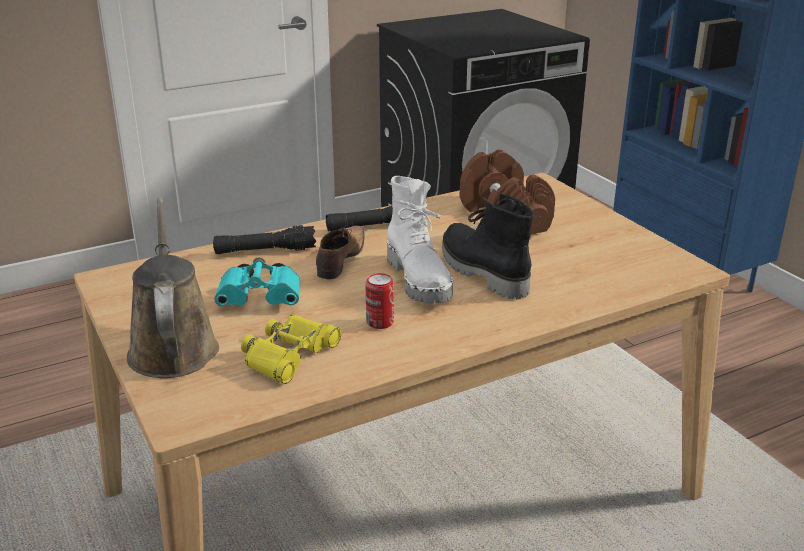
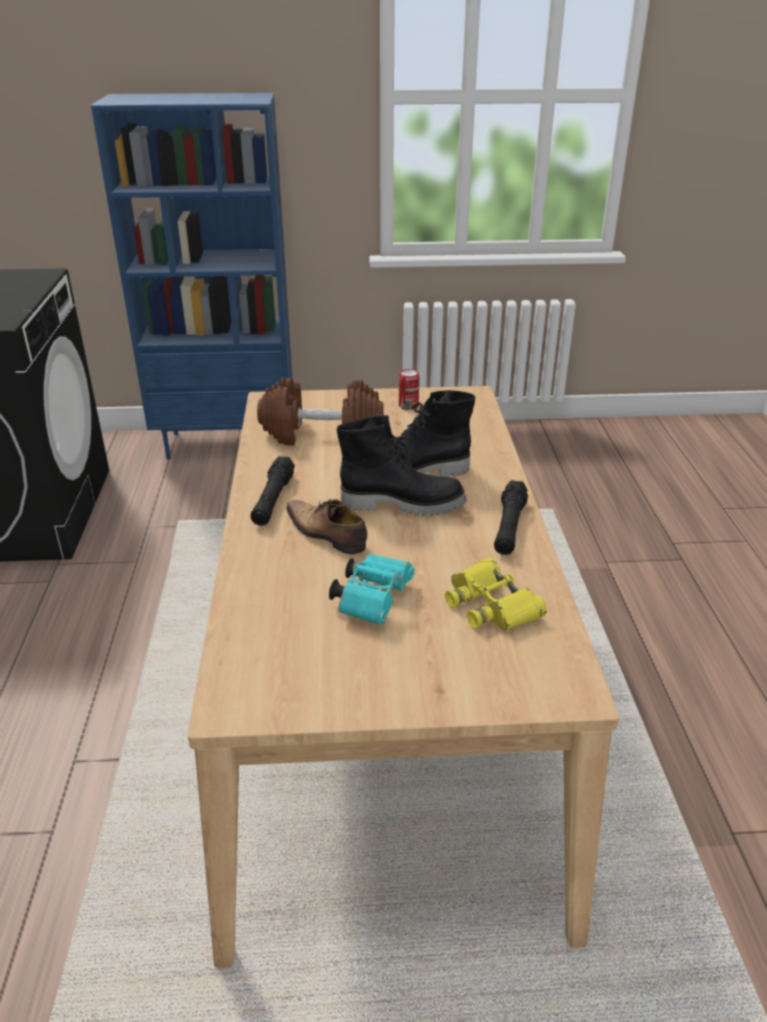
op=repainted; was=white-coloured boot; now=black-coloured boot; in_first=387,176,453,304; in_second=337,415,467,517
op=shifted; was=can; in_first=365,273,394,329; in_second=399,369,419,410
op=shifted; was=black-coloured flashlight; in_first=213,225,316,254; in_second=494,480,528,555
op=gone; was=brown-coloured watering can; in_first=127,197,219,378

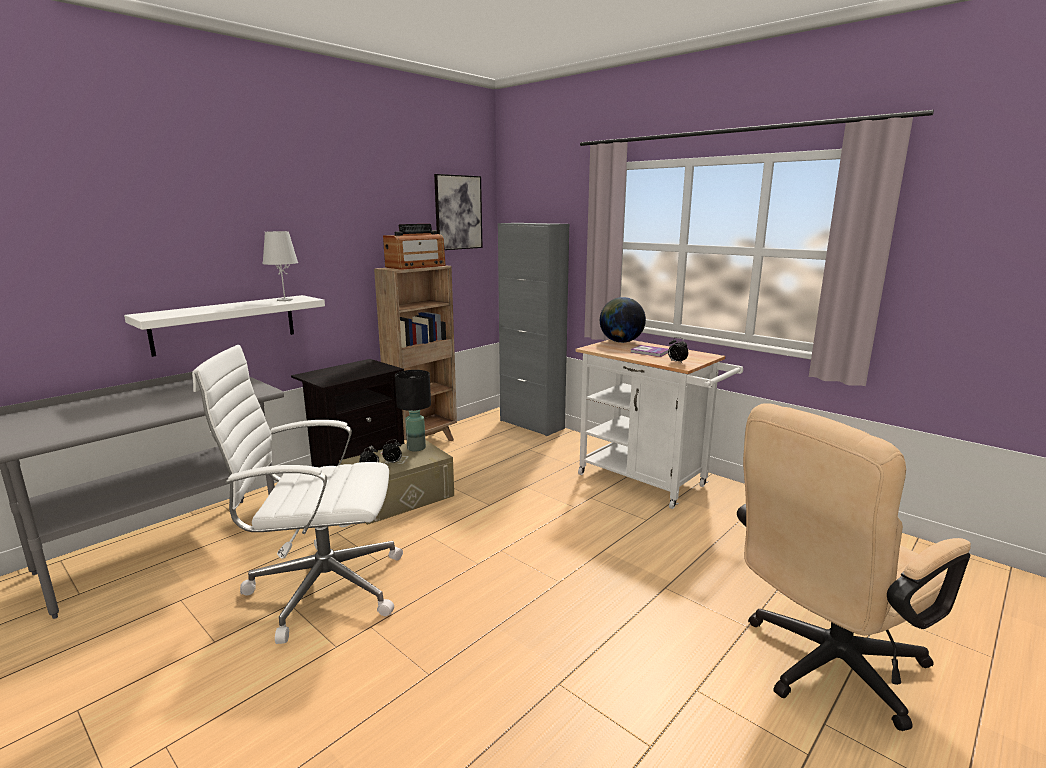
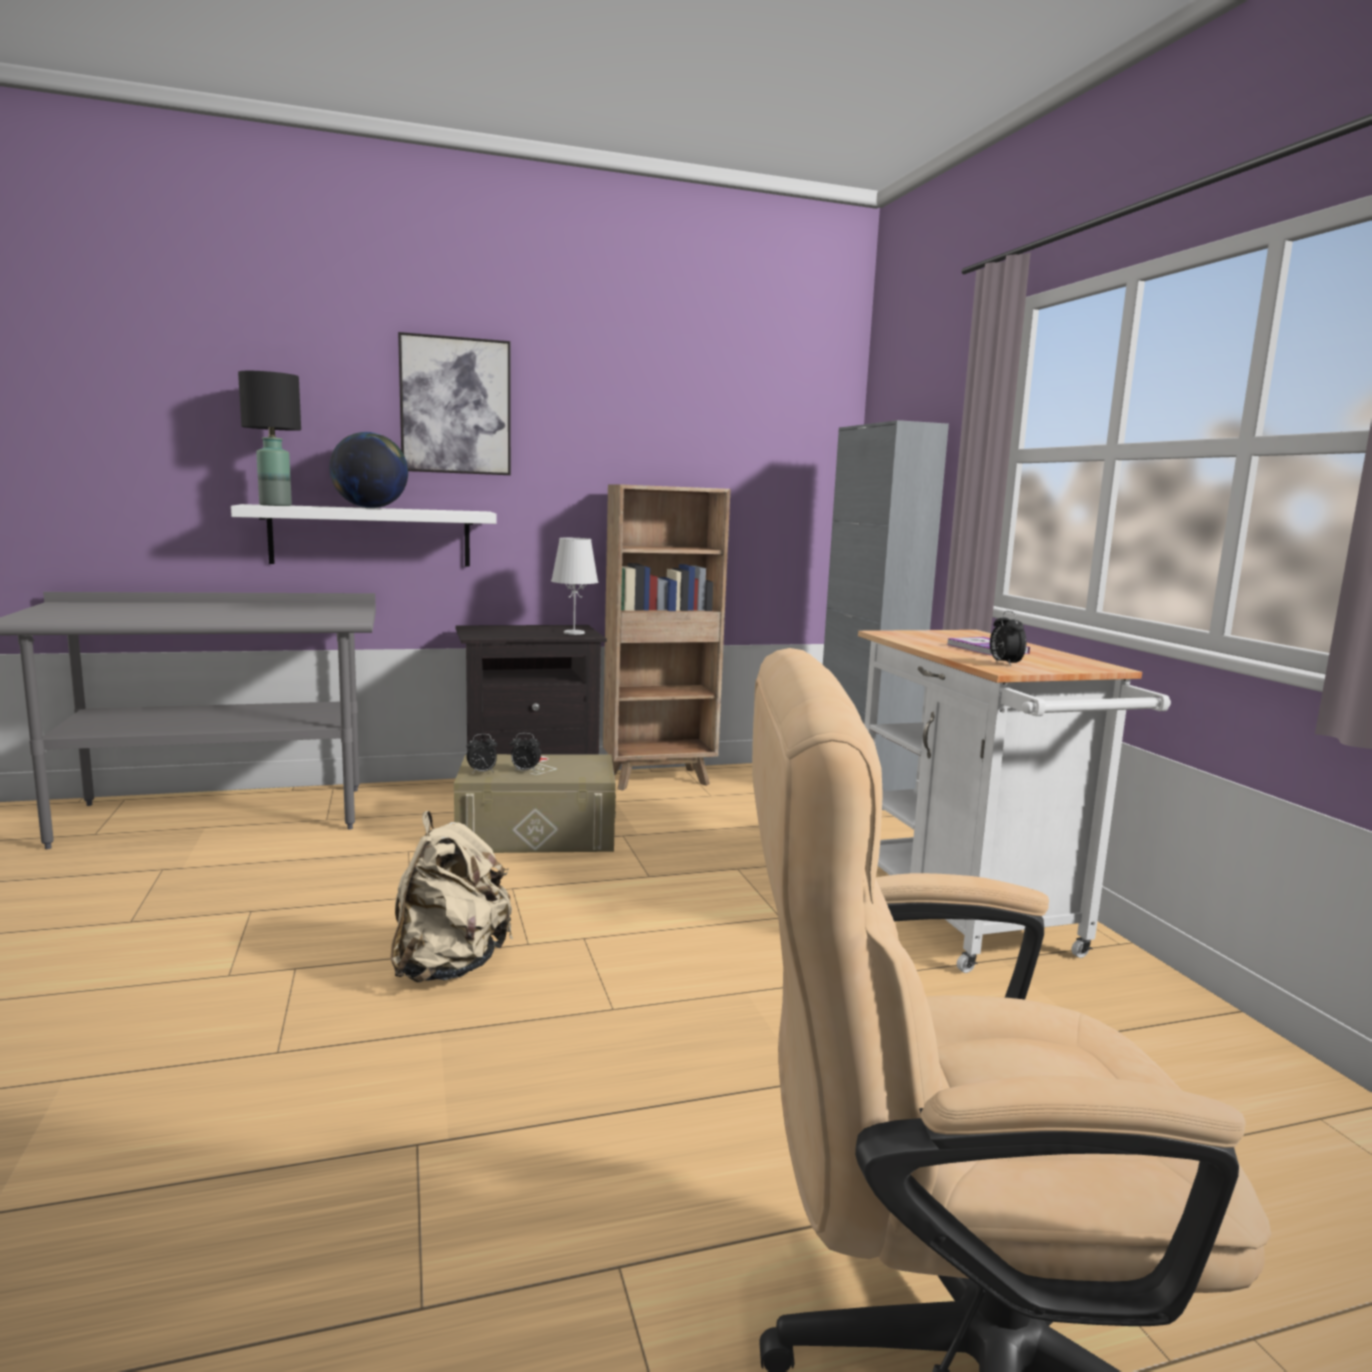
op=shifted; was=black-coloured lamp for a table; in_first=395,370,431,451; in_second=238,371,301,506
op=shifted; was=desk globe; in_first=600,297,646,343; in_second=329,432,408,508
op=new; now=beige rucksack; in_second=390,811,513,982
op=shifted; was=wall art; in_first=434,174,483,250; in_second=398,332,511,475
op=shifted; was=white-coloured lamp for a table; in_first=262,231,298,301; in_second=551,538,598,635
op=gone; was=white-coloured computer chair; in_first=192,345,403,644
op=gone; was=radio receiver; in_first=383,224,446,270

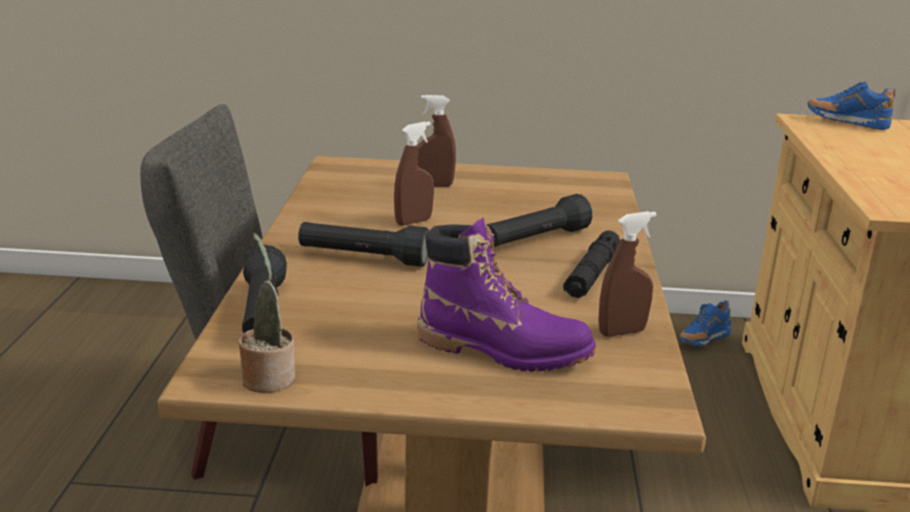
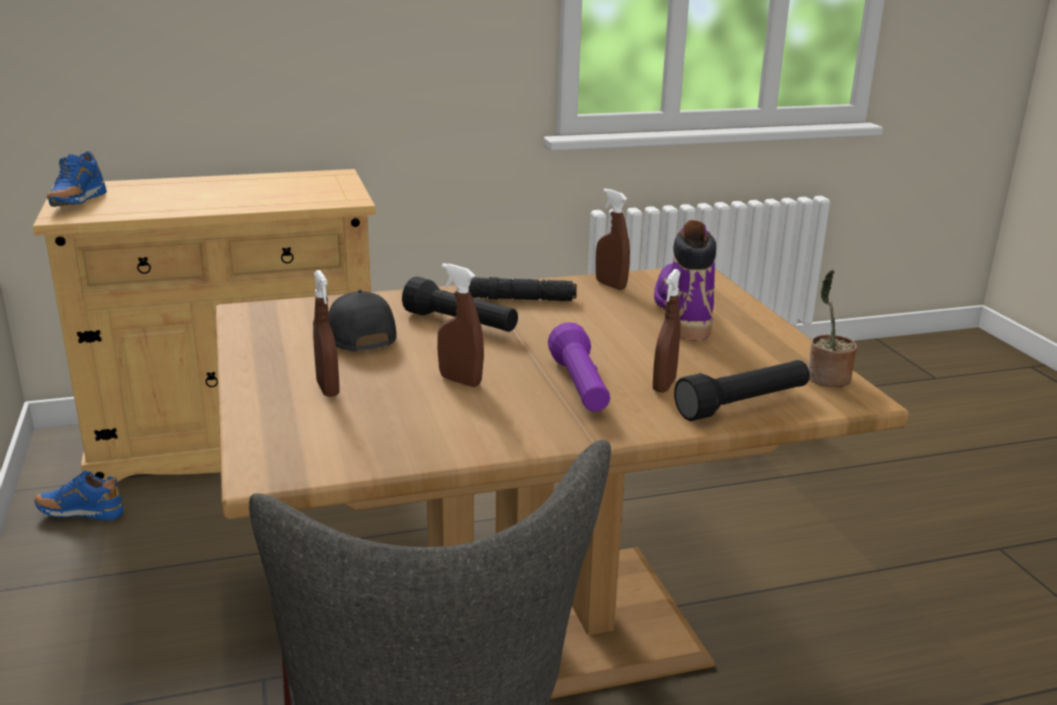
op=rotated; was=blue low shoe; in_first=680,300,731,346; in_second=34,471,123,521; clockwise=150
op=new; now=black-coloured cap; in_second=328,290,396,351
op=repainted; was=black-coloured flashlight; now=purple flashlight; in_first=298,222,429,267; in_second=548,322,610,412
op=new; now=brown-coloured hand sprayer; in_second=653,269,681,393

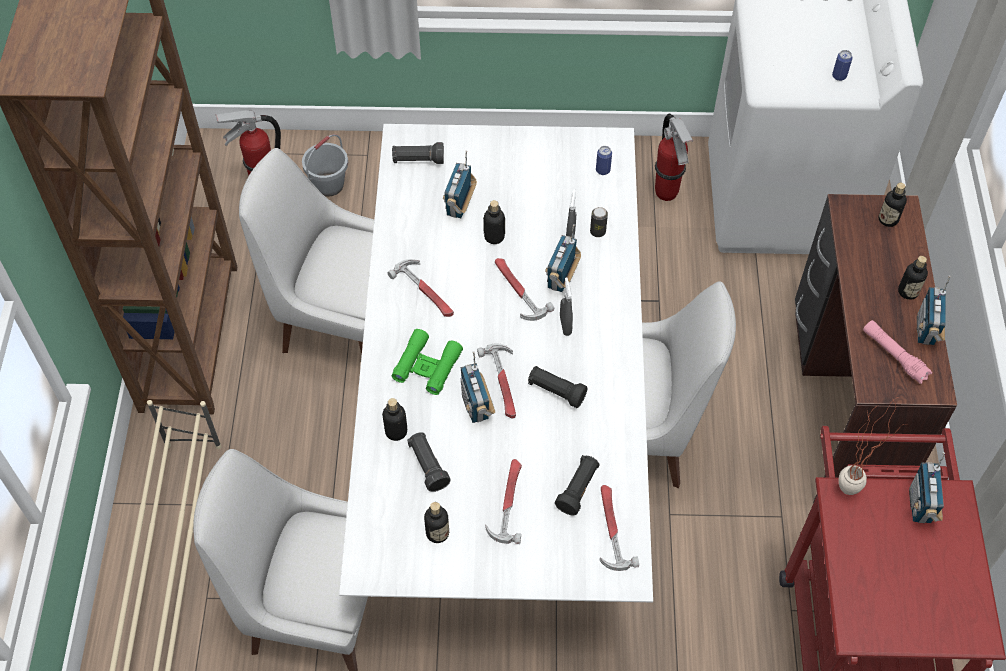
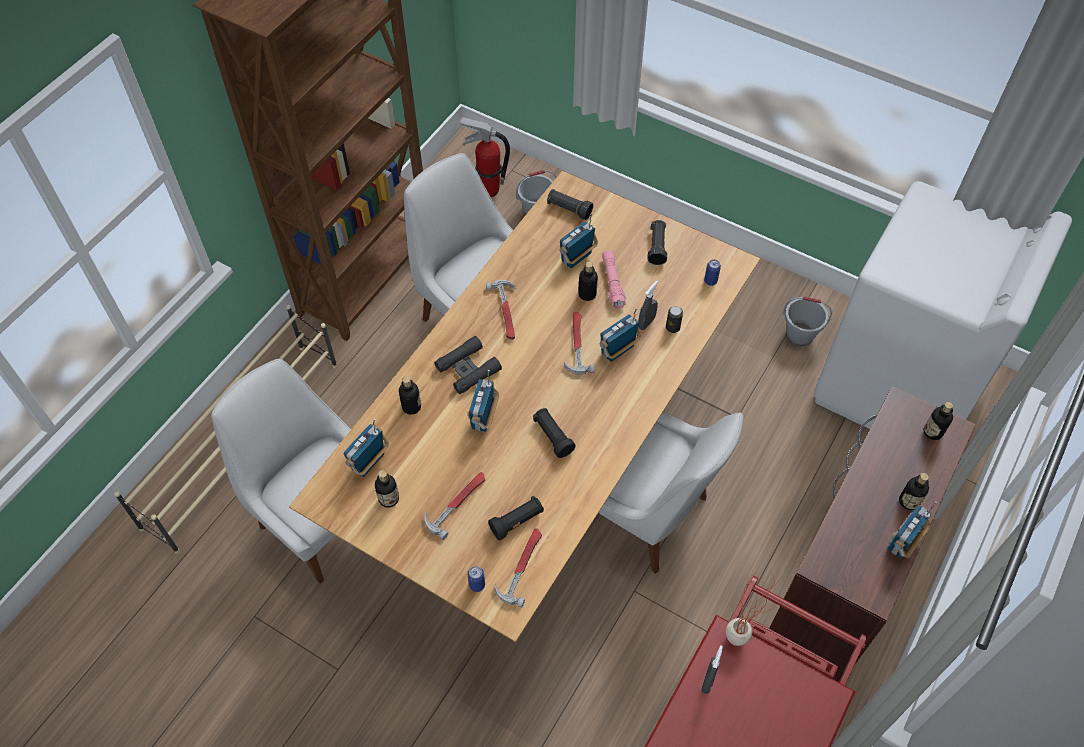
op=repainted; was=white-coloured kitchen table; now=brown-coloured kitchen table; in_first=339,124,653,602; in_second=289,171,760,642
op=shifted; was=radio receiver; in_first=909,452,945,523; in_second=344,419,389,477
op=repainted; was=green-coloured binoculars; now=black-coloured binoculars; in_first=392,329,463,395; in_second=434,336,502,394
op=shifted; was=can; in_first=832,50,852,81; in_second=468,566,485,592
op=shifted; was=pink-coloured flashlight; in_first=863,320,932,384; in_second=602,250,626,309
op=shifted; was=black-coloured flashlight; in_first=407,432,451,492; in_second=648,220,667,265
op=shifted; was=grey hand sprayer; in_first=560,278,573,336; in_second=701,645,723,694
op=swapped; was=fire extinguisher; now=grey bucket; in_first=655,113,693,201; in_second=783,296,832,346
op=gone; was=hammer; in_first=477,344,516,418

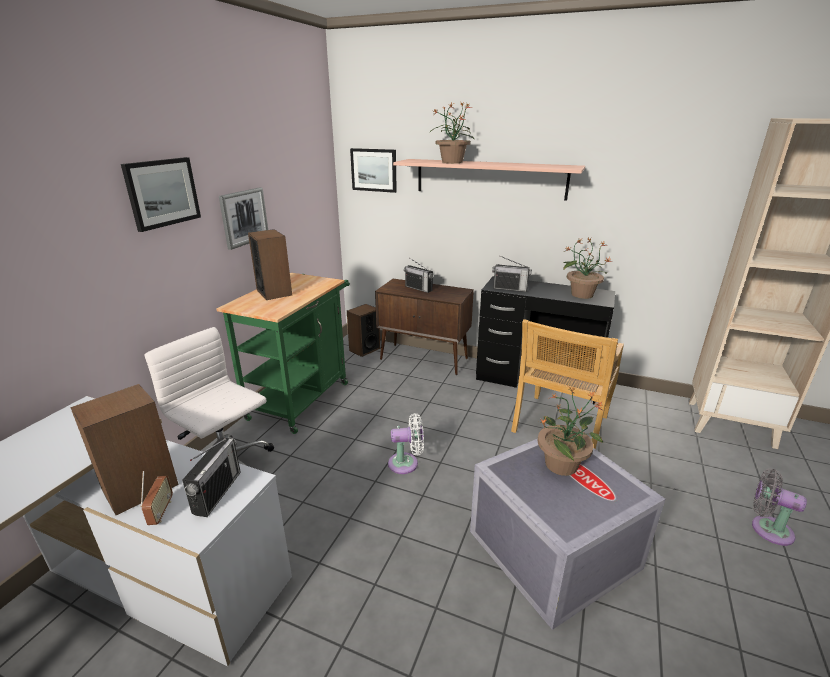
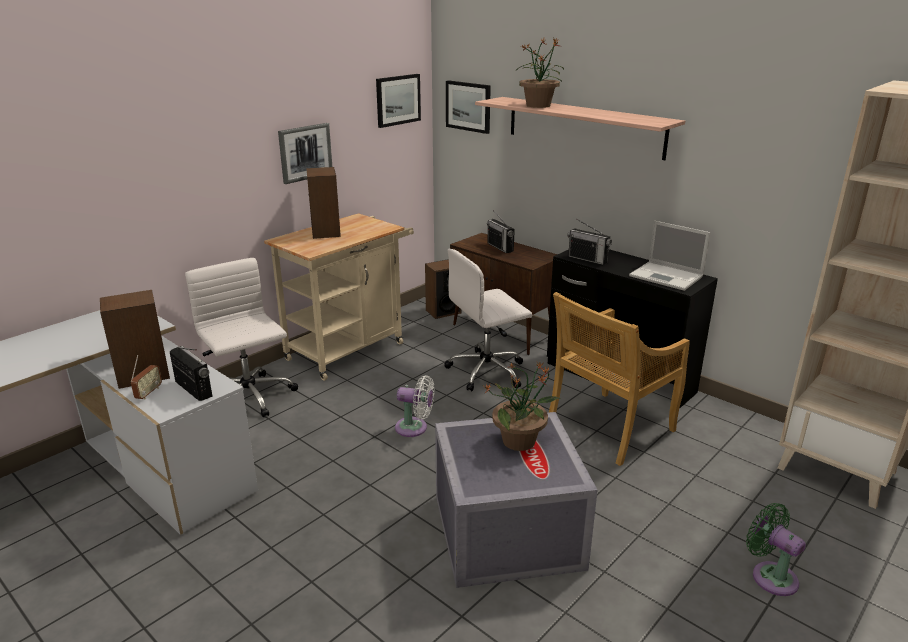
op=rotated; was=radio receiver; in_first=182,437,241,517; in_second=170,346,213,401; clockwise=-75
op=repainted; was=green-coloured cart; now=beige cart; in_first=216,273,350,434; in_second=264,213,414,381
op=shifted; was=wall art; in_first=121,157,201,232; in_second=376,74,421,128
op=new; now=white-coloured computer chair; in_second=444,249,532,391
op=swapped; was=plant in a pot; now=laptop; in_first=563,238,613,299; in_second=629,221,711,291
op=repainted; was=grey electric fan; now=green-coloured electric fan; in_first=752,469,807,546; in_second=746,503,806,596

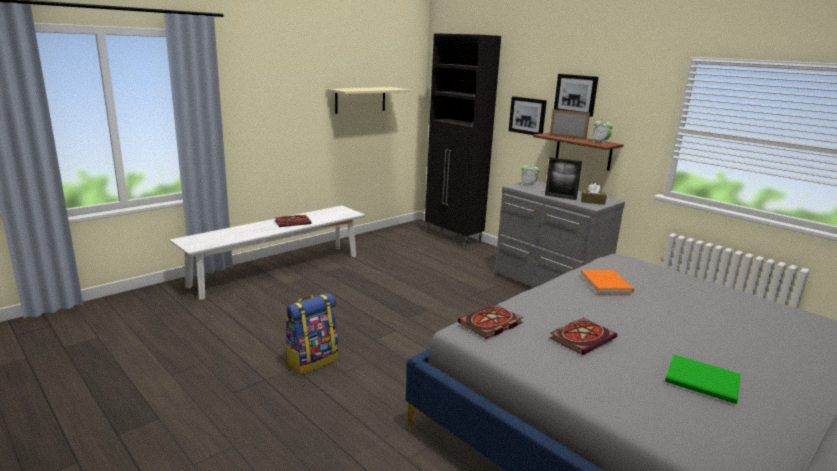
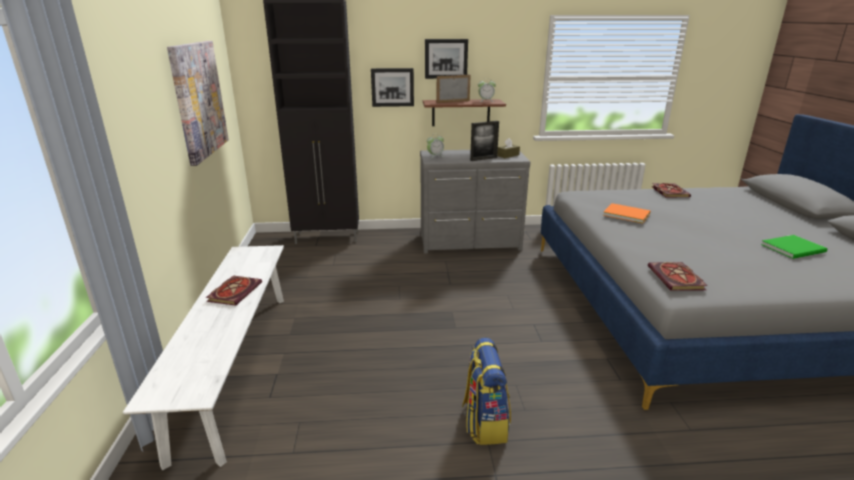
op=swapped; was=beige shelf; now=wall art; in_first=328,87,409,114; in_second=167,41,229,166
op=shifted; was=volume; in_first=550,318,617,355; in_second=652,183,691,197

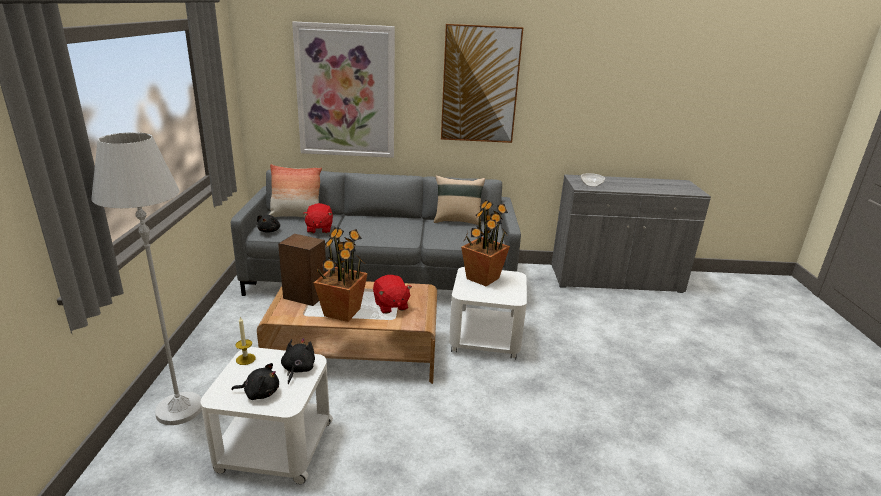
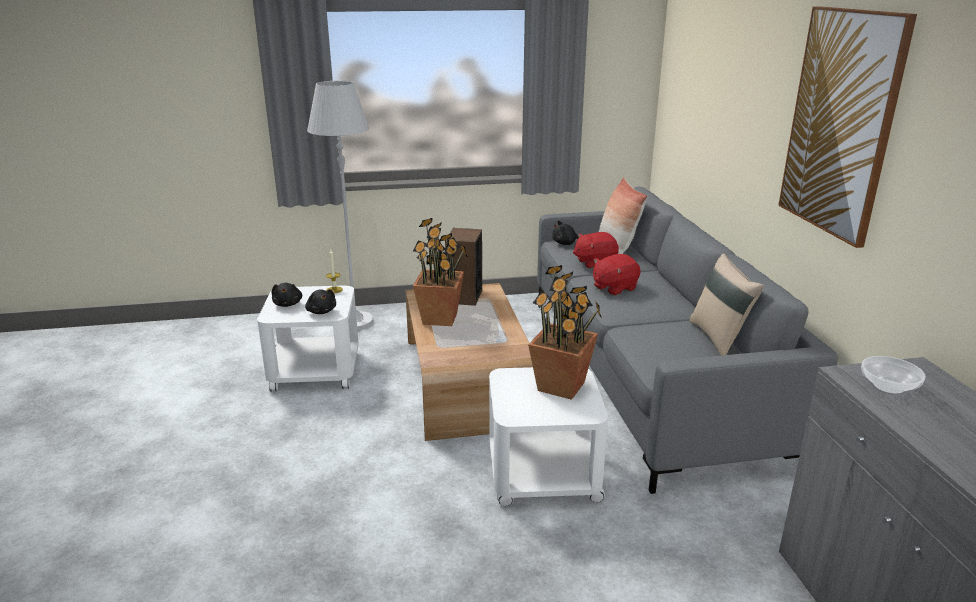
op=rotated; was=black-coloured plush toy; in_first=281,338,315,384; in_second=305,289,336,314; clockwise=60
op=shifted; was=reddish plush toy; in_first=373,275,412,314; in_second=593,254,641,296
op=gone; was=wall art; in_first=292,21,395,158

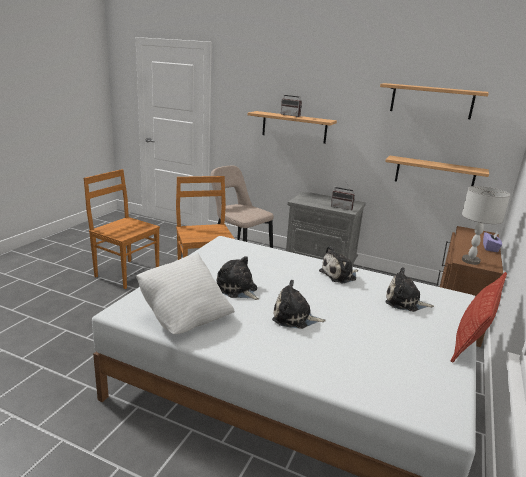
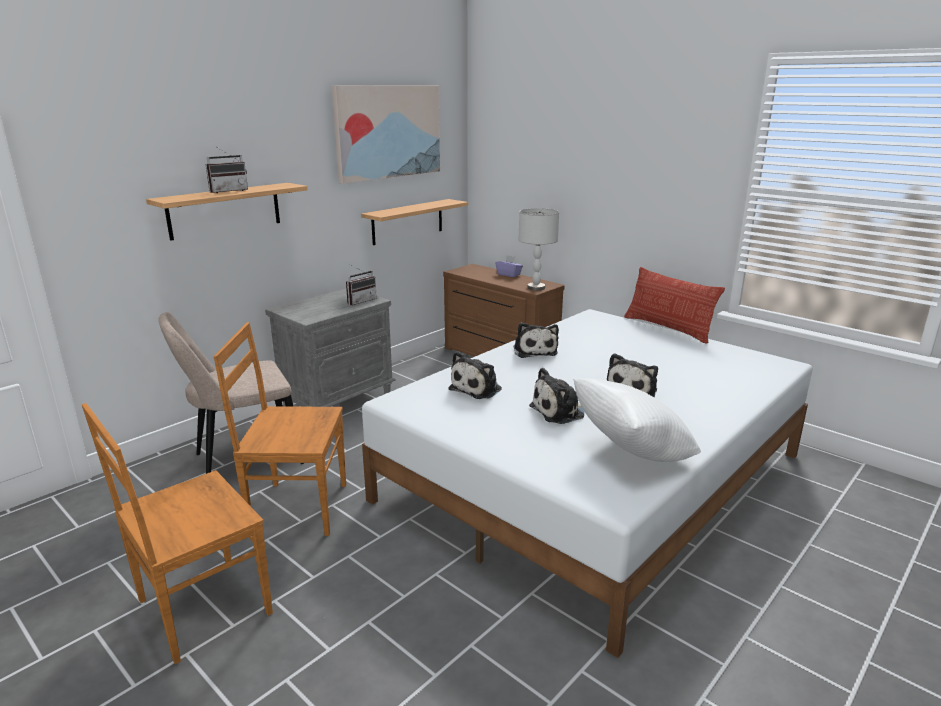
op=swapped; was=shelf; now=wall art; in_first=380,83,489,119; in_second=332,85,440,184
op=shifted; was=plush toy; in_first=385,268,434,312; in_second=448,351,502,399

